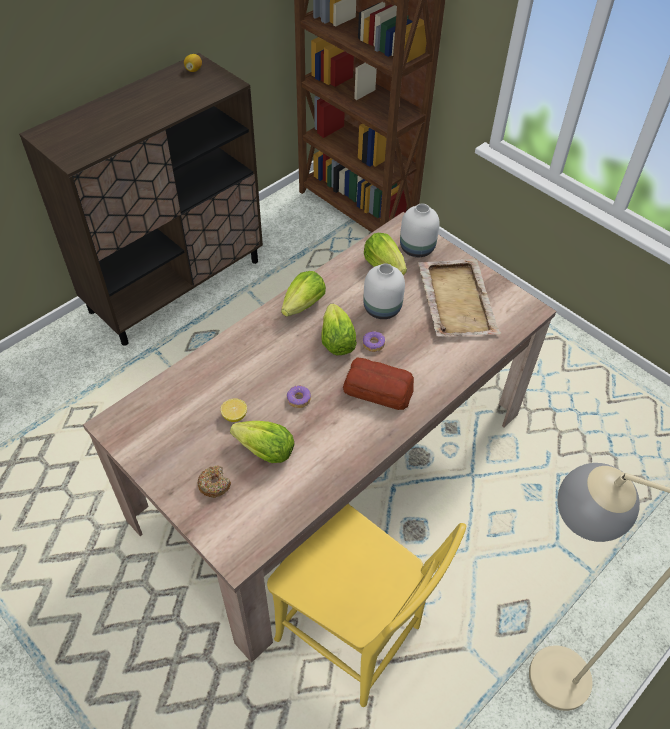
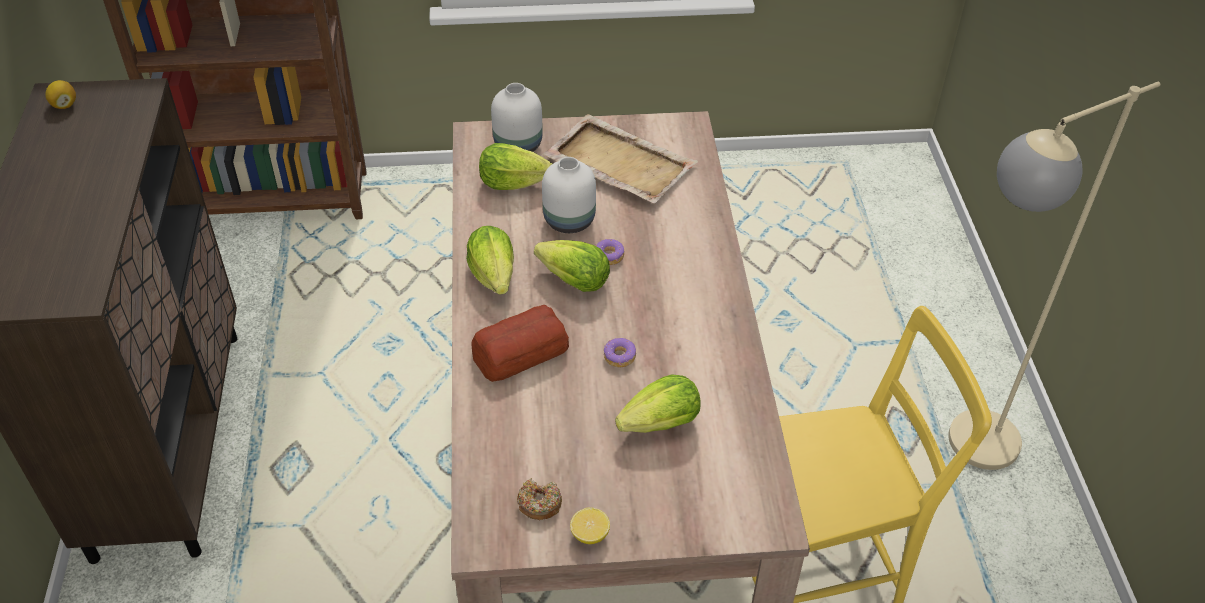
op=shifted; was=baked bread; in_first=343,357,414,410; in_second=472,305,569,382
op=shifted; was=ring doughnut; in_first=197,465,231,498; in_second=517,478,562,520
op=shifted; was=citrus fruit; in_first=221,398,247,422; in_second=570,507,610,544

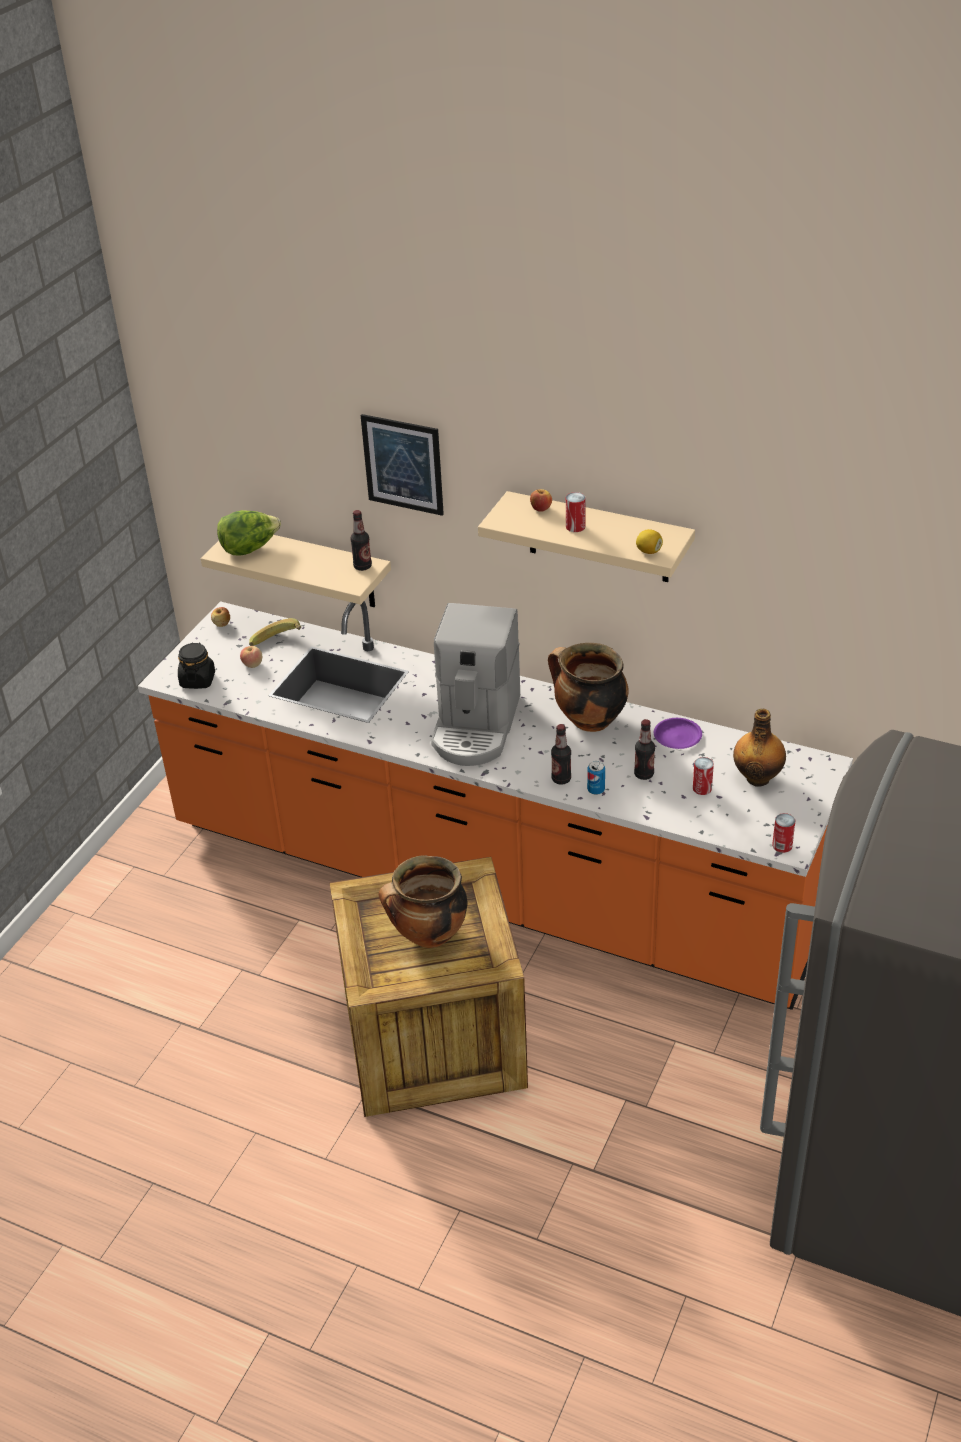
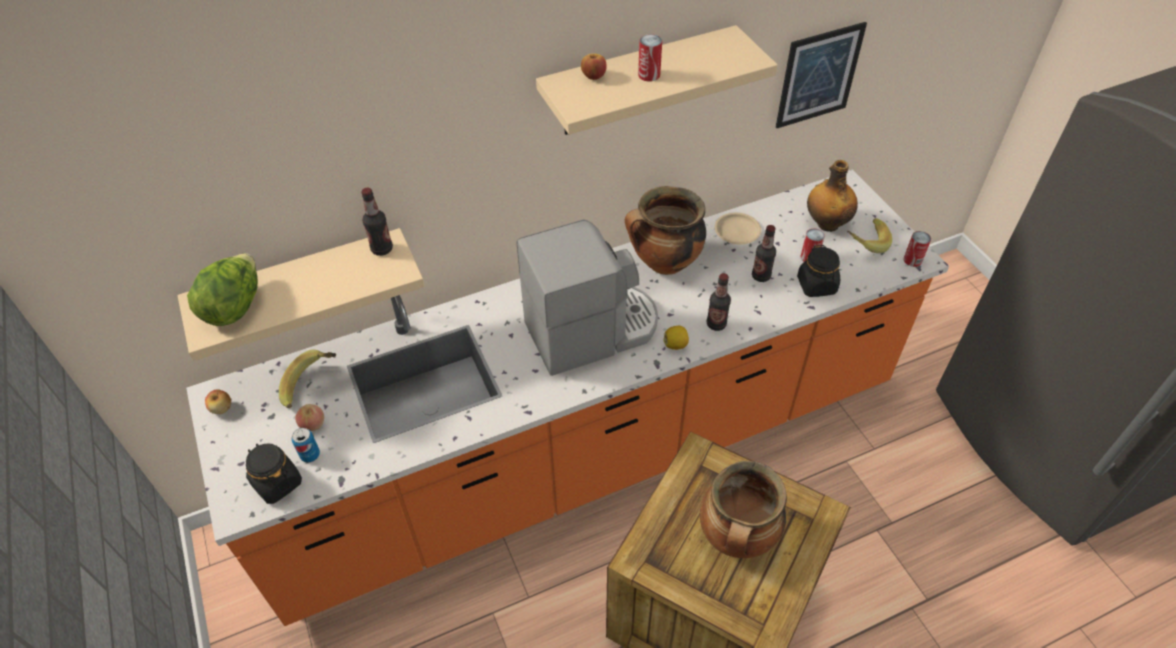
op=shifted; was=can; in_first=587,761,605,795; in_second=292,428,320,463
op=rotated; was=coffee maker; in_first=431,603,520,766; in_second=517,219,658,376; clockwise=-75
op=shifted; was=citrus fruit; in_first=636,529,663,554; in_second=664,326,689,350
op=repainted; was=purple plate; now=beige plate; in_first=654,718,702,749; in_second=715,213,761,244
op=shifted; was=wall art; in_first=361,414,444,516; in_second=776,22,867,128
op=new; now=black-coloured jar; in_second=797,245,840,297
op=new; now=banana fruit; in_second=847,218,892,253

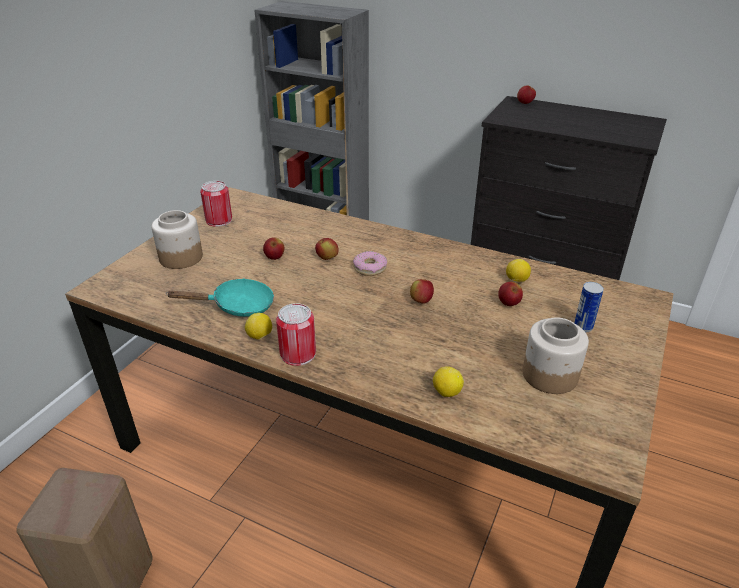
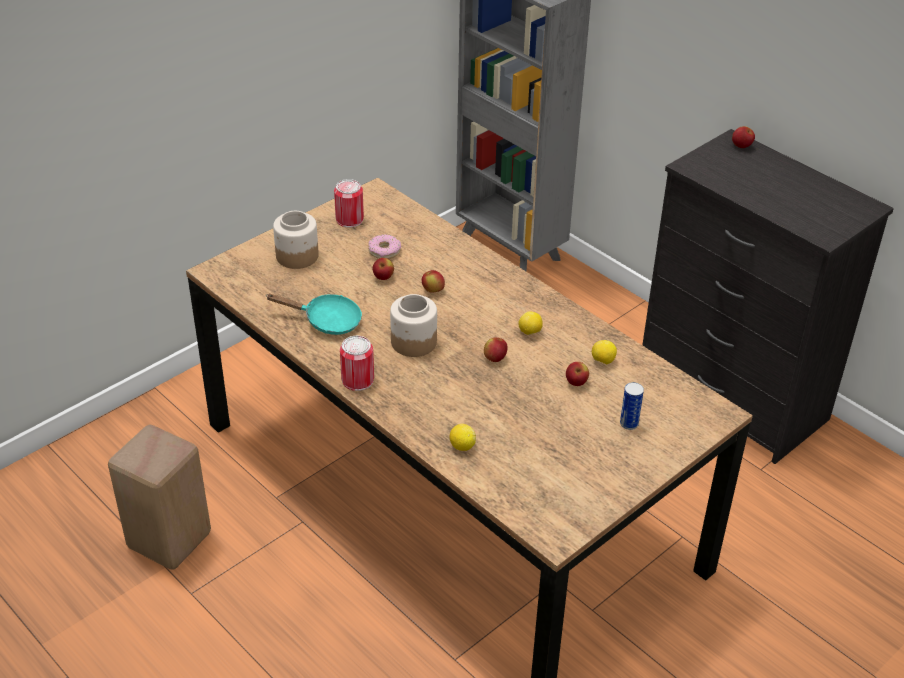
op=shifted; was=ring doughnut; in_first=353,251,387,276; in_second=368,234,401,259
op=shifted; was=jar; in_first=523,317,589,394; in_second=390,294,437,357
op=shifted; was=citrus fruit; in_first=245,313,272,340; in_second=518,311,543,335

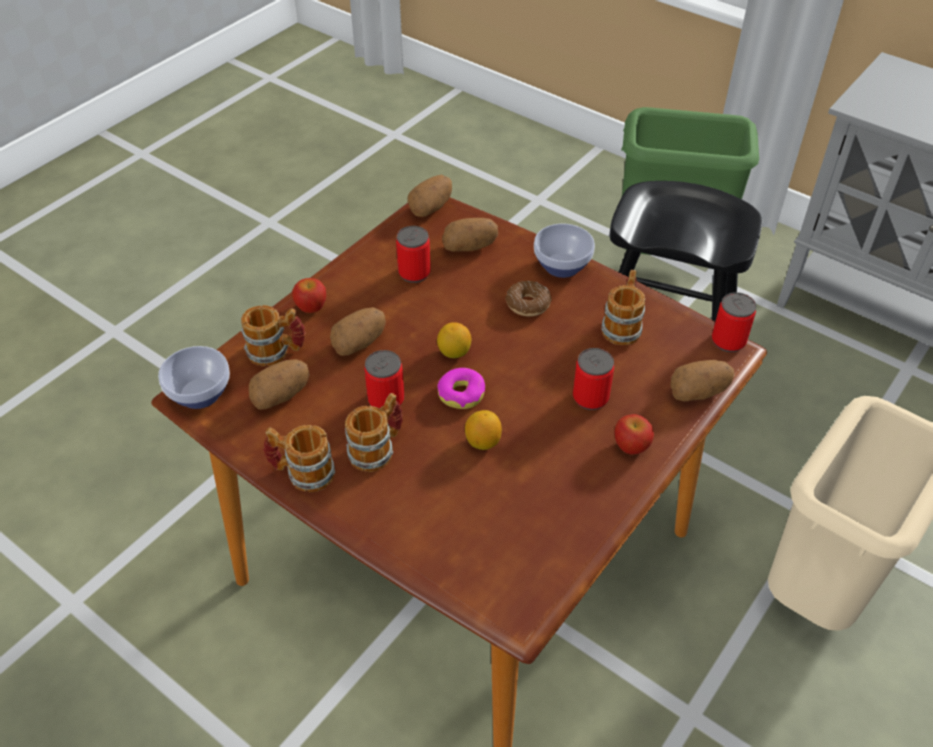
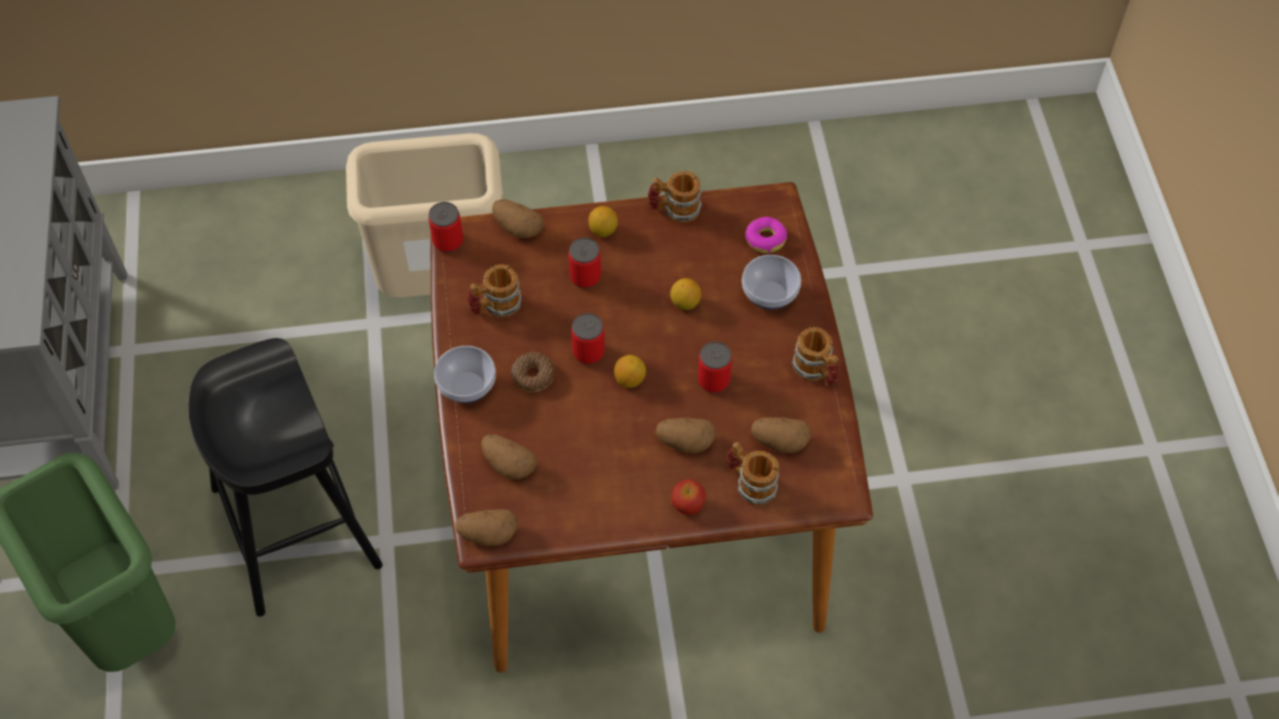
op=shifted; was=can; in_first=396,226,431,283; in_second=571,313,605,364
op=swapped; was=apple fruit; now=citrus fruit; in_first=614,414,654,455; in_second=588,206,618,237
op=shifted; was=coffee mug; in_first=345,393,403,472; in_second=648,171,702,223
op=shifted; was=serving bowl; in_first=158,346,230,409; in_second=742,255,801,310
op=shifted; was=ring doughnut; in_first=437,368,485,409; in_second=745,217,787,253

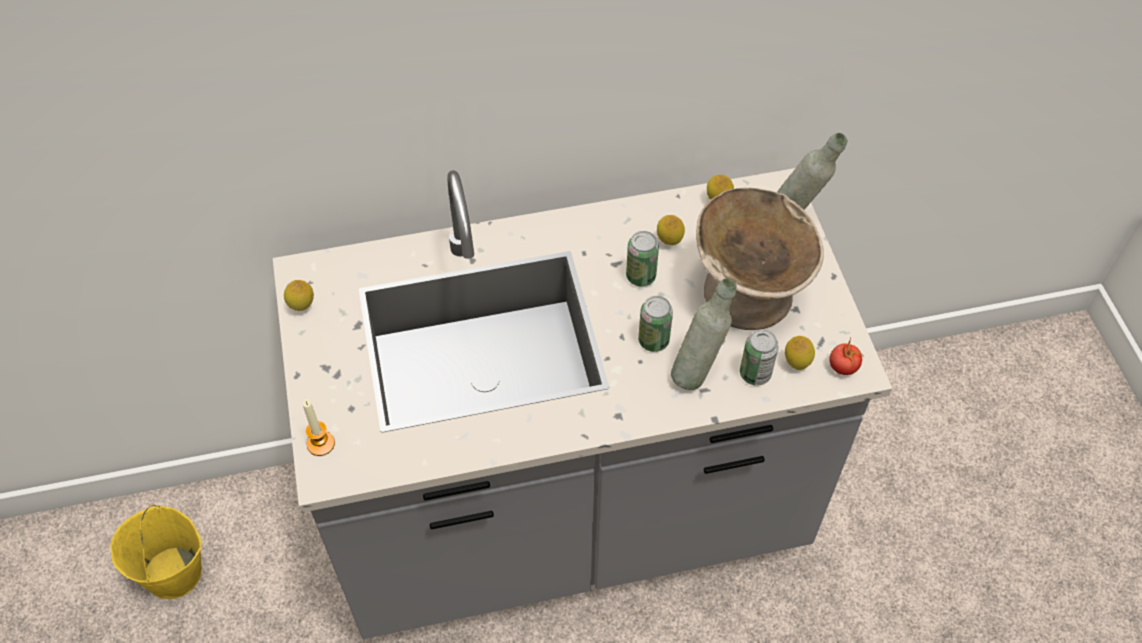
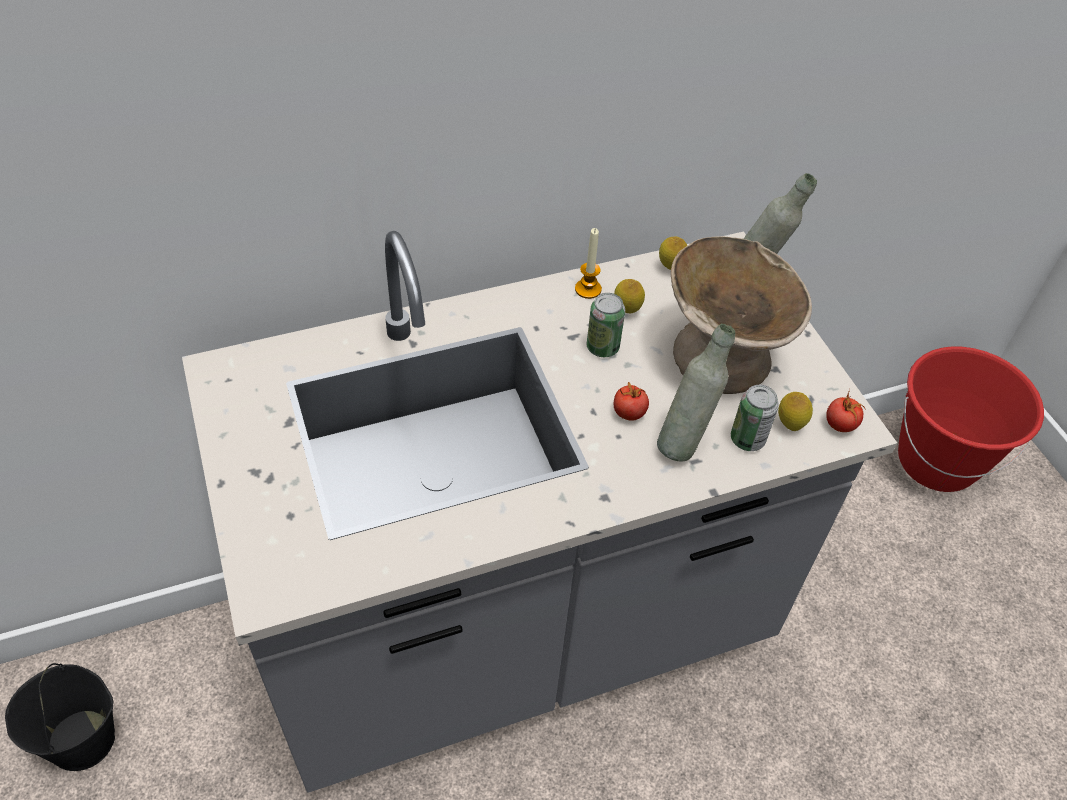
op=repainted; was=yellowish bucket; now=black-coloured bucket; in_first=110,505,202,599; in_second=5,663,115,771
op=shifted; was=candle; in_first=303,399,335,456; in_second=575,228,602,299
op=swapped; was=can; now=tomato; in_first=638,296,673,352; in_second=614,382,649,421
op=new; now=reddish bucket; in_second=898,346,1044,492
op=gone; was=citrus fruit; in_first=284,280,314,311

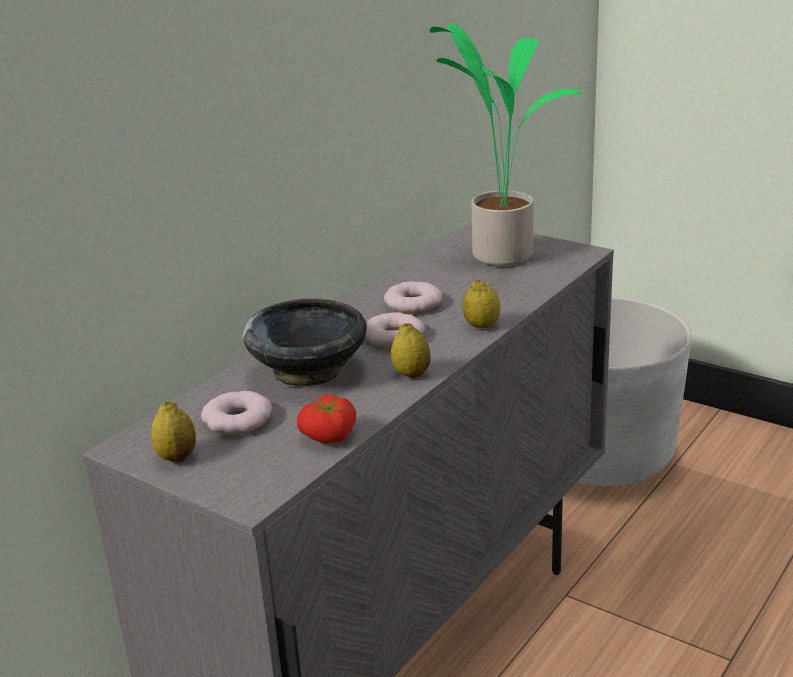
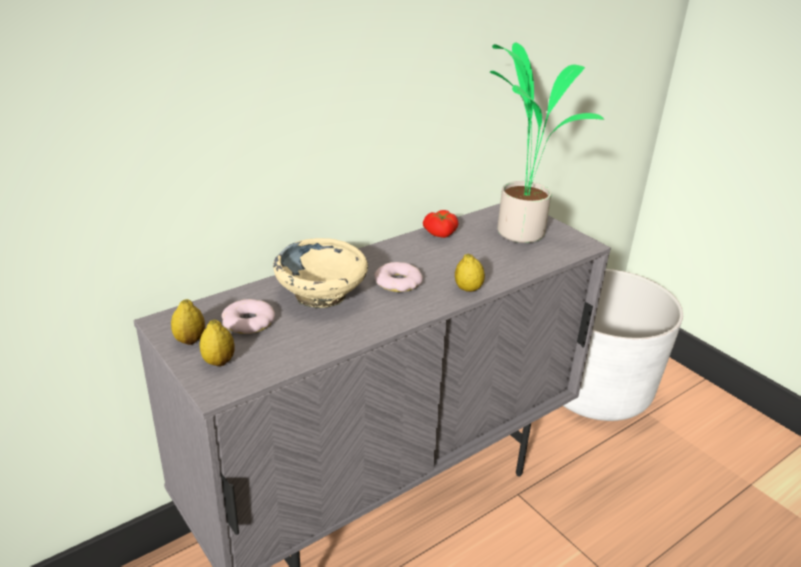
op=shifted; was=citrus fruit; in_first=391,323,430,378; in_second=199,320,235,366
op=repainted; was=black-coloured serving bowl; now=beige serving bowl; in_first=242,299,367,387; in_second=273,238,368,308
op=shifted; was=tomato; in_first=297,395,356,443; in_second=423,210,458,238
op=gone; was=ring doughnut; in_first=384,282,442,314

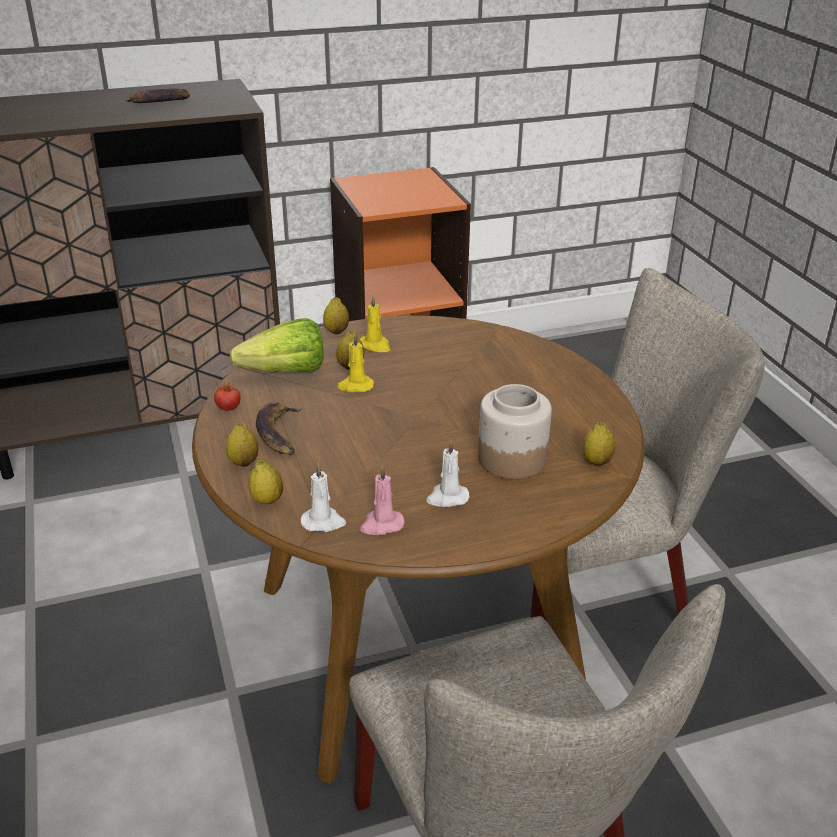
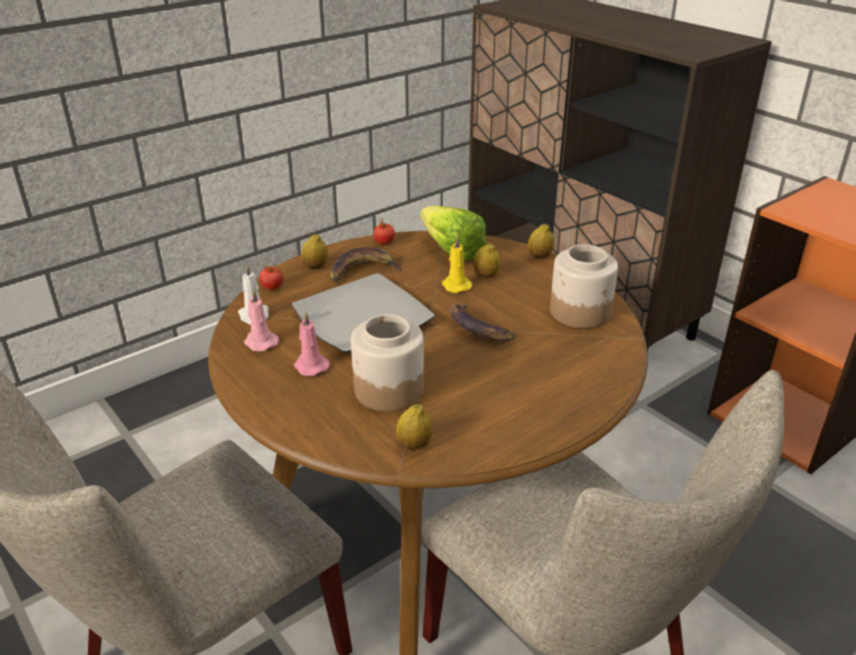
op=swapped; was=citrus fruit; now=tomato; in_first=248,460,283,504; in_second=259,262,283,290
op=new; now=plate; in_second=292,273,435,352
op=repainted; was=white-coloured candle; now=pink-coloured candle; in_first=426,439,469,507; in_second=294,312,330,376
op=shifted; was=banana fruit; in_first=126,89,190,103; in_second=449,304,515,341
op=new; now=jar; in_second=550,244,618,329
op=gone; was=yellowish candle; in_first=360,295,391,352

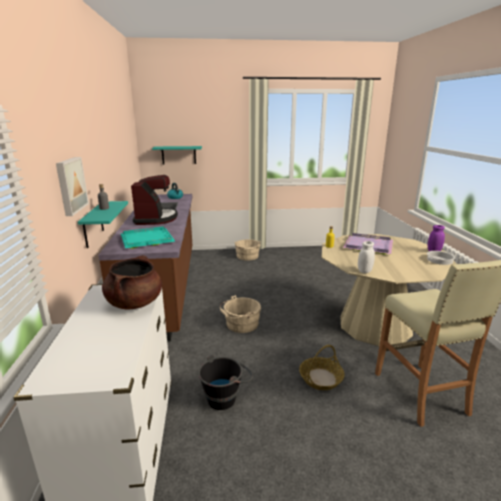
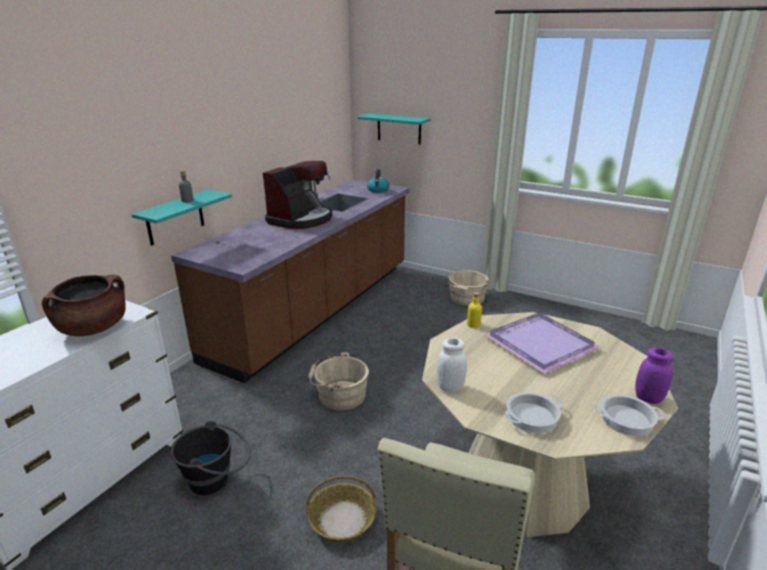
op=new; now=stockpot; in_second=504,392,563,433
op=gone; was=wall art; in_first=56,157,89,216
op=gone; was=blue-green tray; in_first=121,226,176,249

